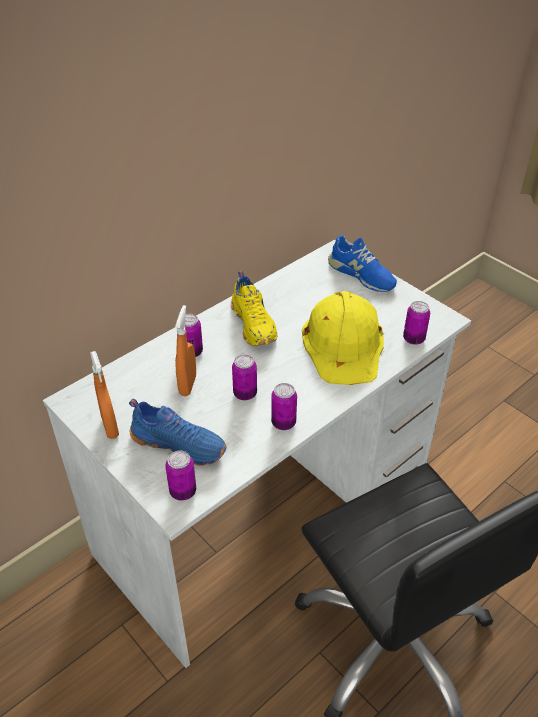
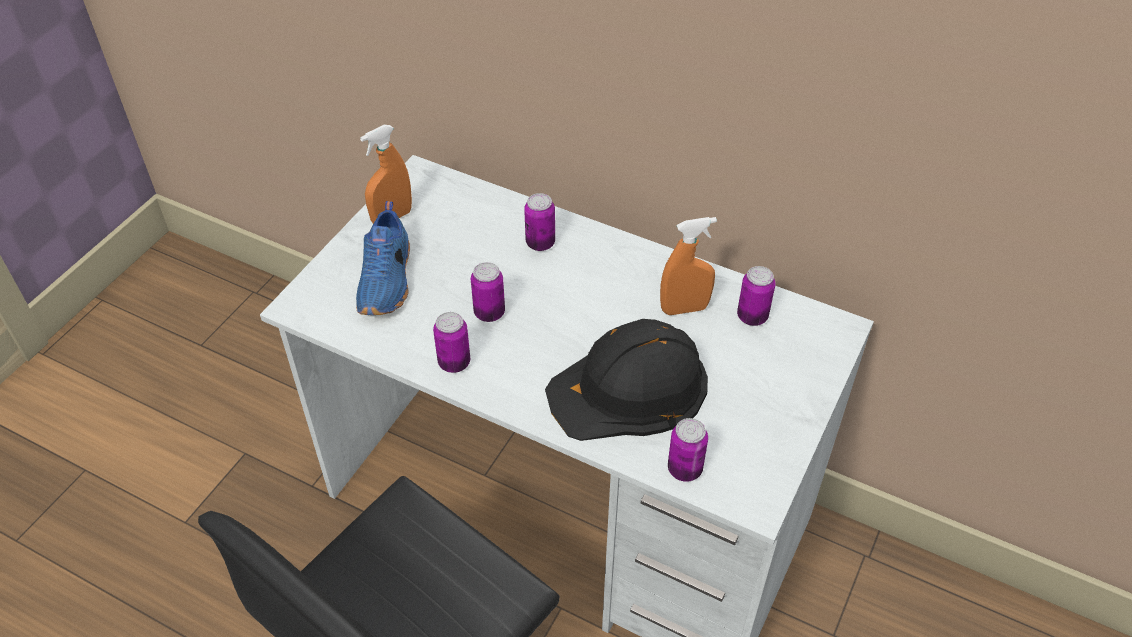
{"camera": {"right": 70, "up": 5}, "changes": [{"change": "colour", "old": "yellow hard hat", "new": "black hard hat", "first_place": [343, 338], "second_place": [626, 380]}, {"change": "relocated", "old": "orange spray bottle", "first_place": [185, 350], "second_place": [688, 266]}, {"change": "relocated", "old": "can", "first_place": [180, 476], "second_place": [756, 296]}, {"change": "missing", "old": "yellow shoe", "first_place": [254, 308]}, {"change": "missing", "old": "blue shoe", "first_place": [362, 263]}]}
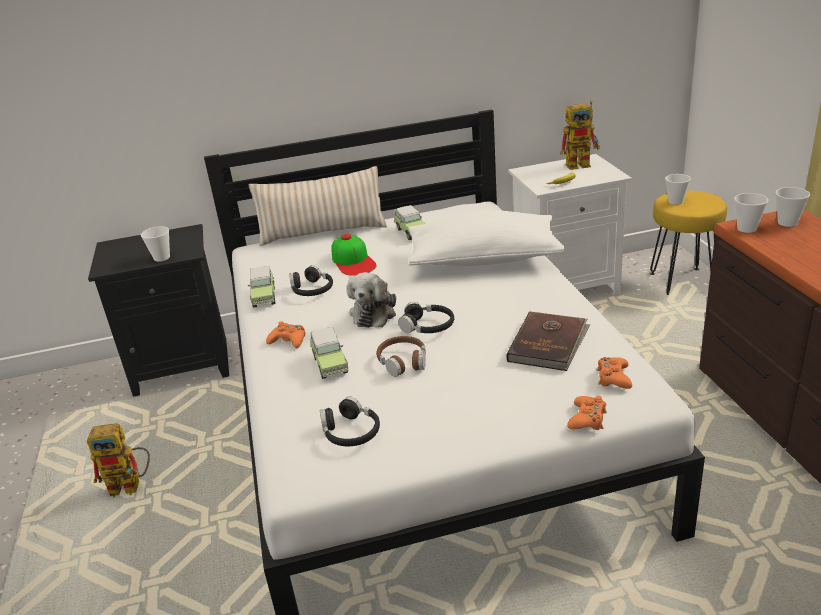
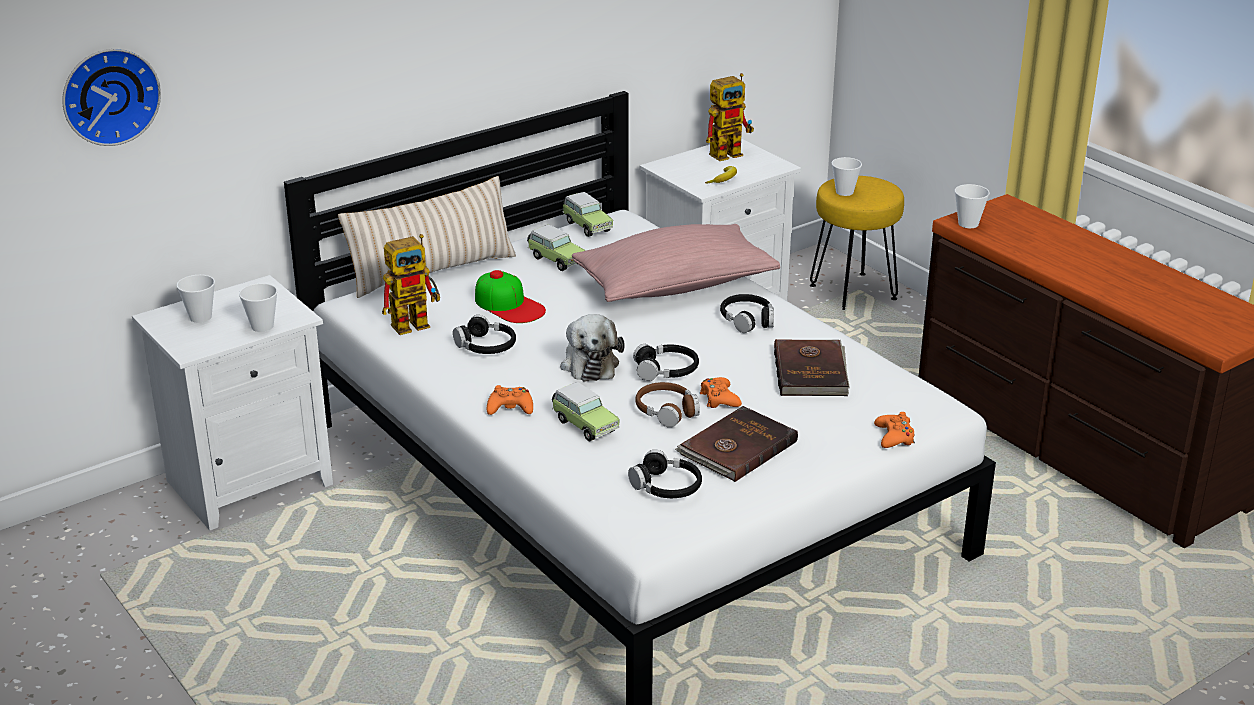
{"camera": {"right": -25, "up": 0}, "changes": [{"change": "appeared", "new": "wall clock", "second_place": [111, 97]}, {"change": "colour", "old": "black nightstand", "new": "white nightstand", "first_place": [158, 310], "second_place": [232, 402]}, {"change": "relocated", "old": "cup", "first_place": [792, 207], "second_place": [195, 299]}, {"change": "relocated", "old": "toy robot", "first_place": [118, 460], "second_place": [411, 284]}, {"change": "relocated", "old": "toy car", "first_place": [262, 287], "second_place": [587, 214]}, {"change": "colour", "old": "white pillow", "new": "pink pillow", "first_place": [487, 238], "second_place": [676, 263]}, {"change": "appeared", "new": "brown book", "second_place": [736, 444]}, {"change": "relocated", "old": "orange game controller", "first_place": [614, 373], "second_place": [721, 392]}, {"change": "appeared", "new": "black headphones", "second_place": [747, 313]}]}
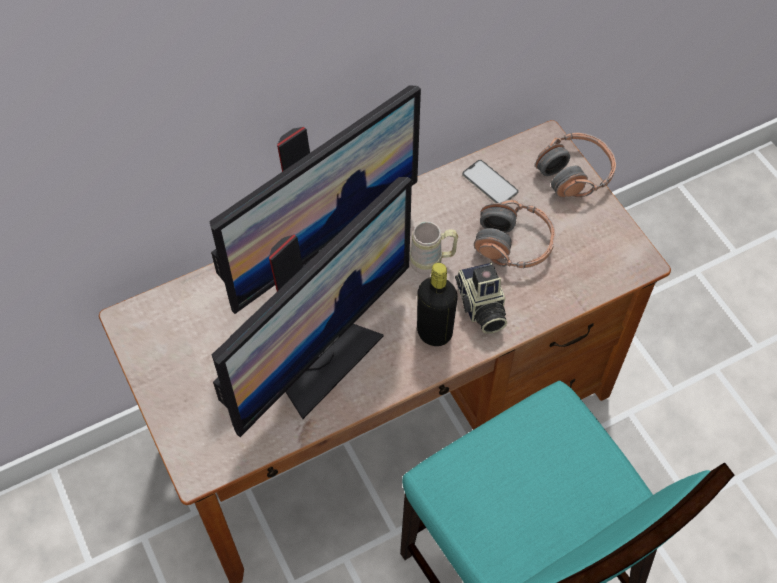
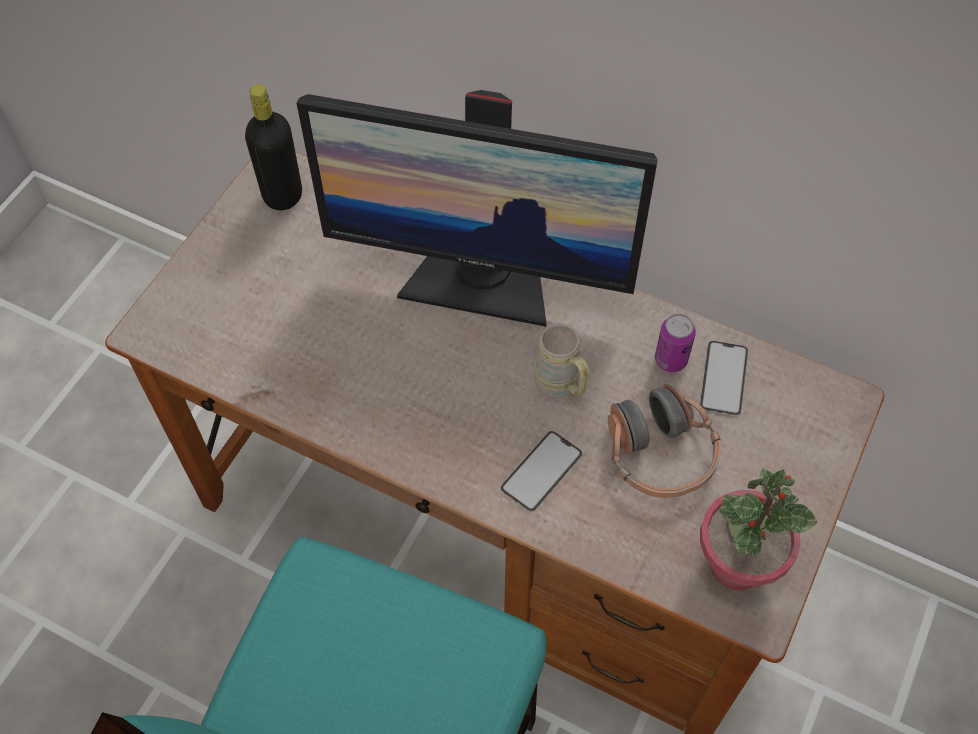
{"camera": {"right": 55, "up": 0}, "changes": [{"change": "relocated", "old": "black bottle", "first_place": [437, 304], "second_place": [273, 147]}, {"change": "exchanged", "old": "photo camera", "new": "phone", "first_place": [481, 298], "second_place": [541, 471]}, {"change": "appeared", "new": "can", "second_place": [675, 343]}, {"change": "appeared", "new": "potted plant", "second_place": [758, 529]}, {"change": "missing", "old": "monitor", "first_place": [312, 307]}, {"change": "missing", "old": "headphones", "first_place": [575, 165]}]}
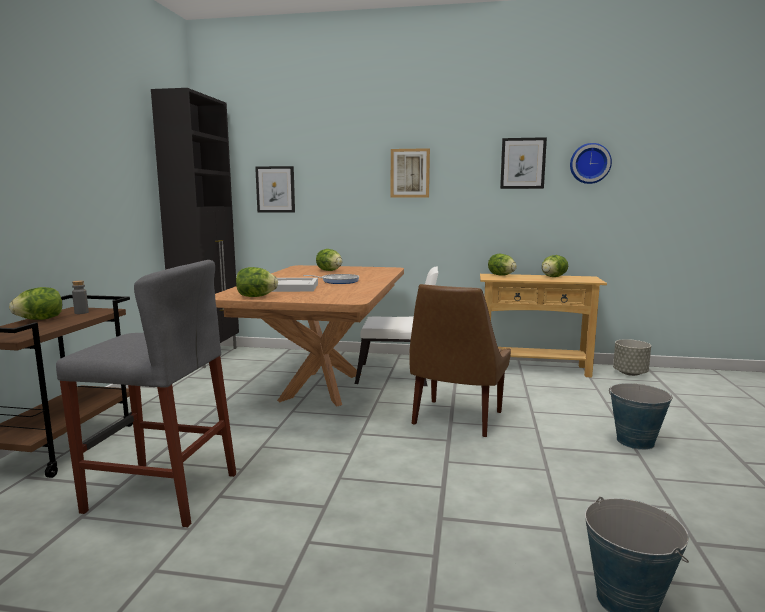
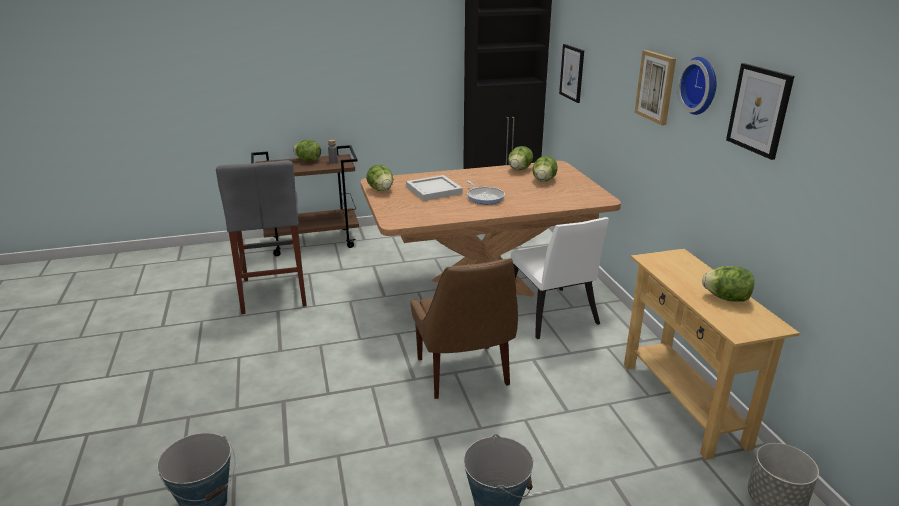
{"camera": {"right": 65, "up": 15}, "changes": [{"change": "spun", "old": "brown chair", "first_place": [460, 360], "second_place": [464, 328], "degrees": -105}, {"change": "relocated", "old": "lettuce", "first_place": [502, 265], "second_place": [520, 158]}, {"change": "relocated", "old": "wall clock", "first_place": [591, 163], "second_place": [696, 86]}]}
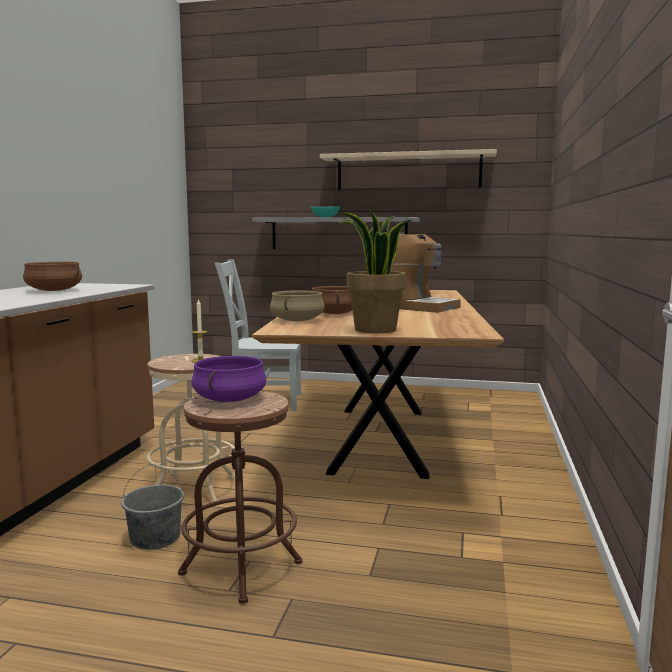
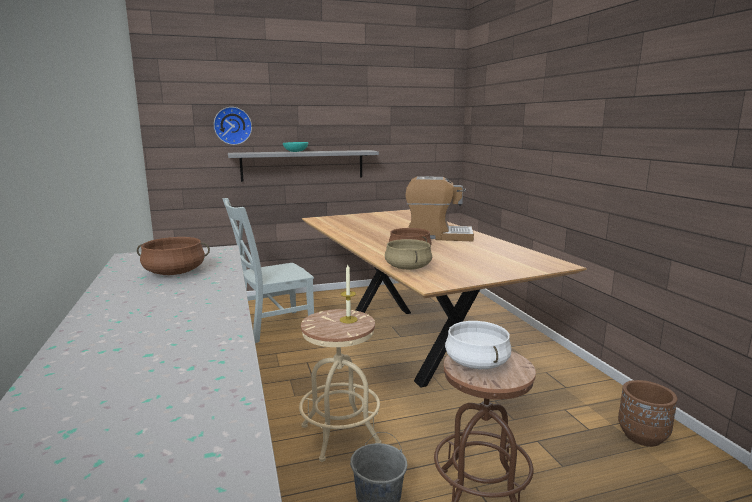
{"camera": {"right": -30, "up": 5}, "changes": [{"change": "appeared", "new": "wall clock", "second_place": [233, 126]}, {"change": "colour", "old": "purple cooking pot", "new": "white cooking pot", "first_place": [228, 379], "second_place": [478, 345]}, {"change": "appeared", "new": "brown planter", "second_place": [647, 413]}, {"change": "missing", "old": "beige shelf", "first_place": [408, 169]}, {"change": "missing", "old": "potted plant", "first_place": [376, 272]}]}
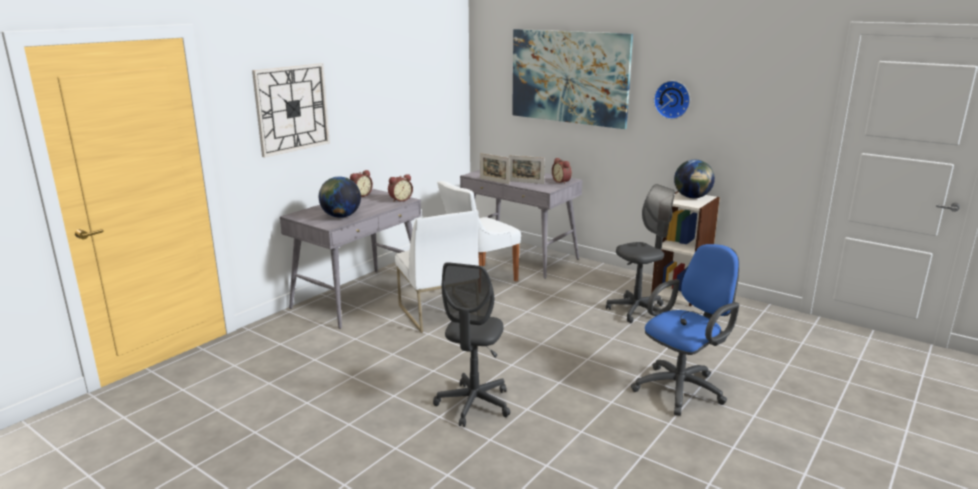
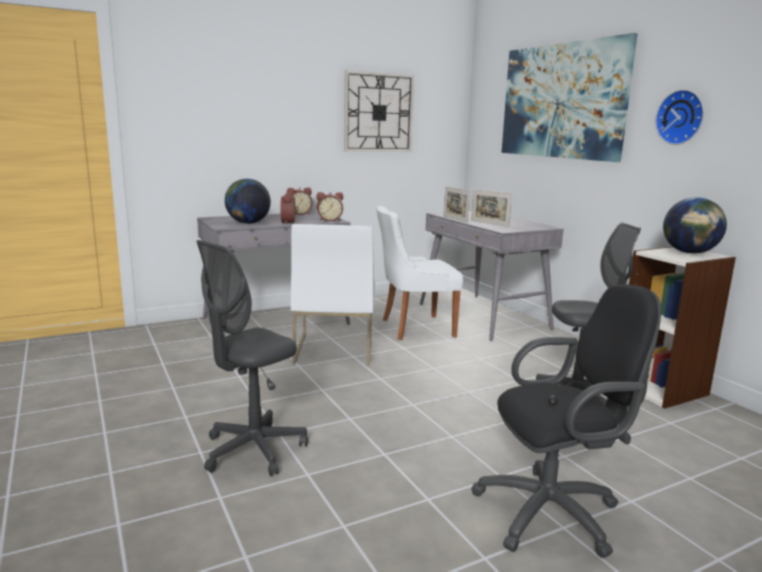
{"camera": {"right": 25, "up": -5}, "changes": [{"change": "relocated", "old": "alarm clock", "first_place": [562, 171], "second_place": [289, 208]}, {"change": "relocated", "old": "wall clock", "first_place": [291, 110], "second_place": [379, 111]}, {"change": "colour", "old": "blue office chair", "new": "black office chair", "first_place": [685, 330], "second_place": [566, 421]}]}
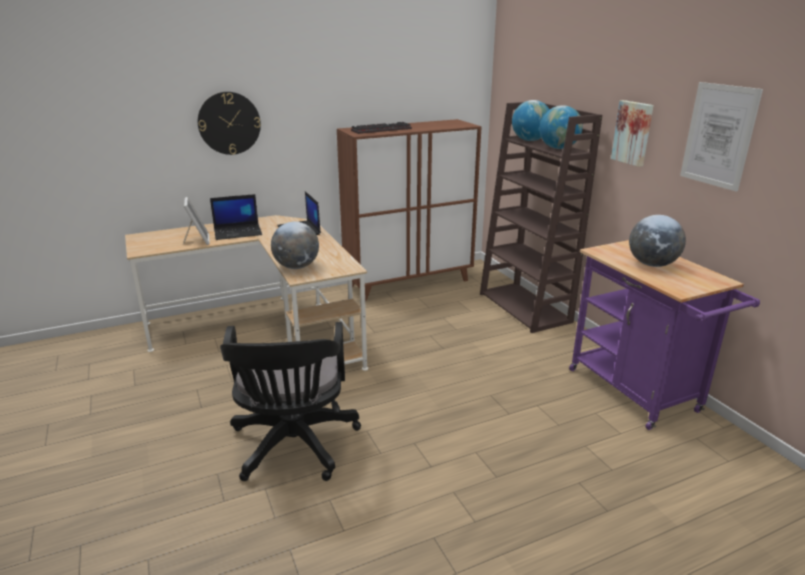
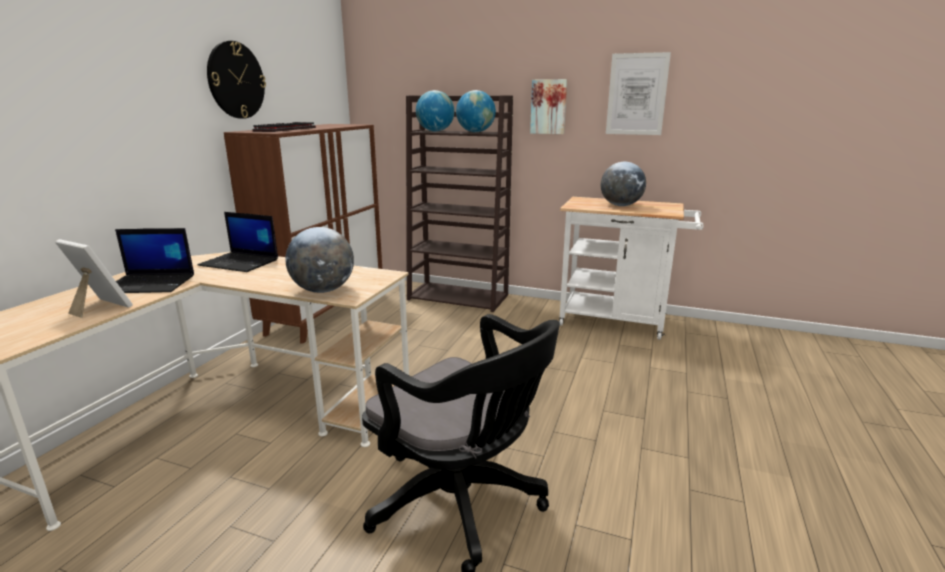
{"camera": {"right": -45, "up": -5}, "changes": [{"change": "spun", "old": "laptop", "first_place": [236, 217], "second_place": [154, 260], "degrees": 60}, {"change": "relocated", "old": "wall clock", "first_place": [229, 123], "second_place": [236, 80]}, {"change": "colour", "old": "purple cart", "new": "white cart", "first_place": [664, 335], "second_place": [631, 268]}]}
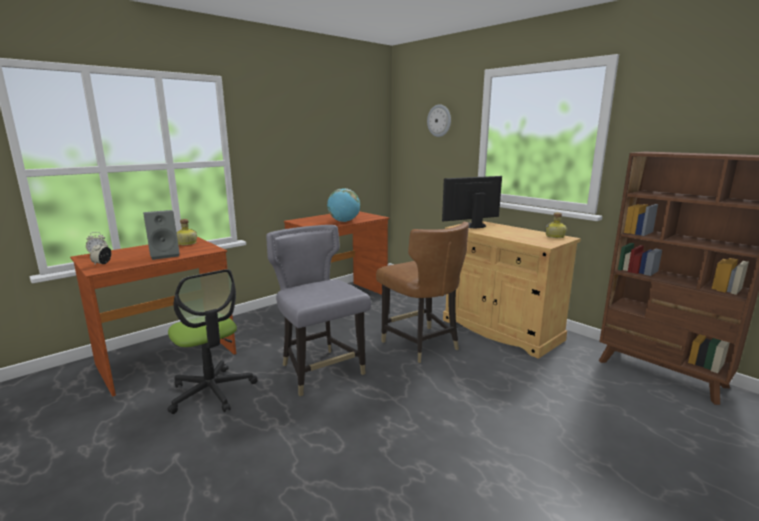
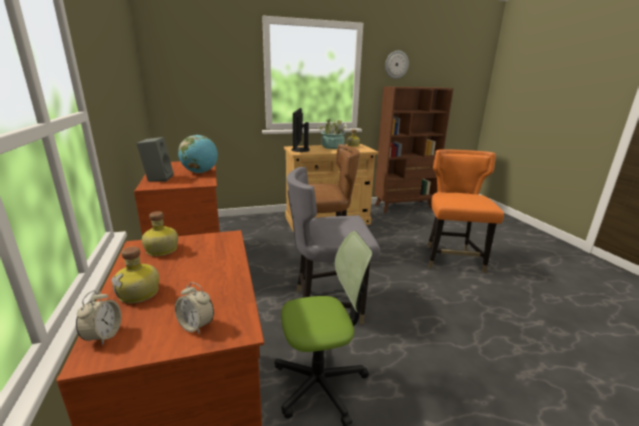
{"camera": {"right": -65, "up": 5}, "changes": [{"change": "appeared", "new": "bottle", "second_place": [135, 275]}, {"change": "relocated", "old": "grey speaker", "first_place": [161, 235], "second_place": [155, 159]}, {"change": "appeared", "new": "potted plant", "second_place": [332, 134]}, {"change": "relocated", "old": "wall clock", "first_place": [439, 120], "second_place": [397, 64]}, {"change": "appeared", "new": "orange chair", "second_place": [465, 211]}]}
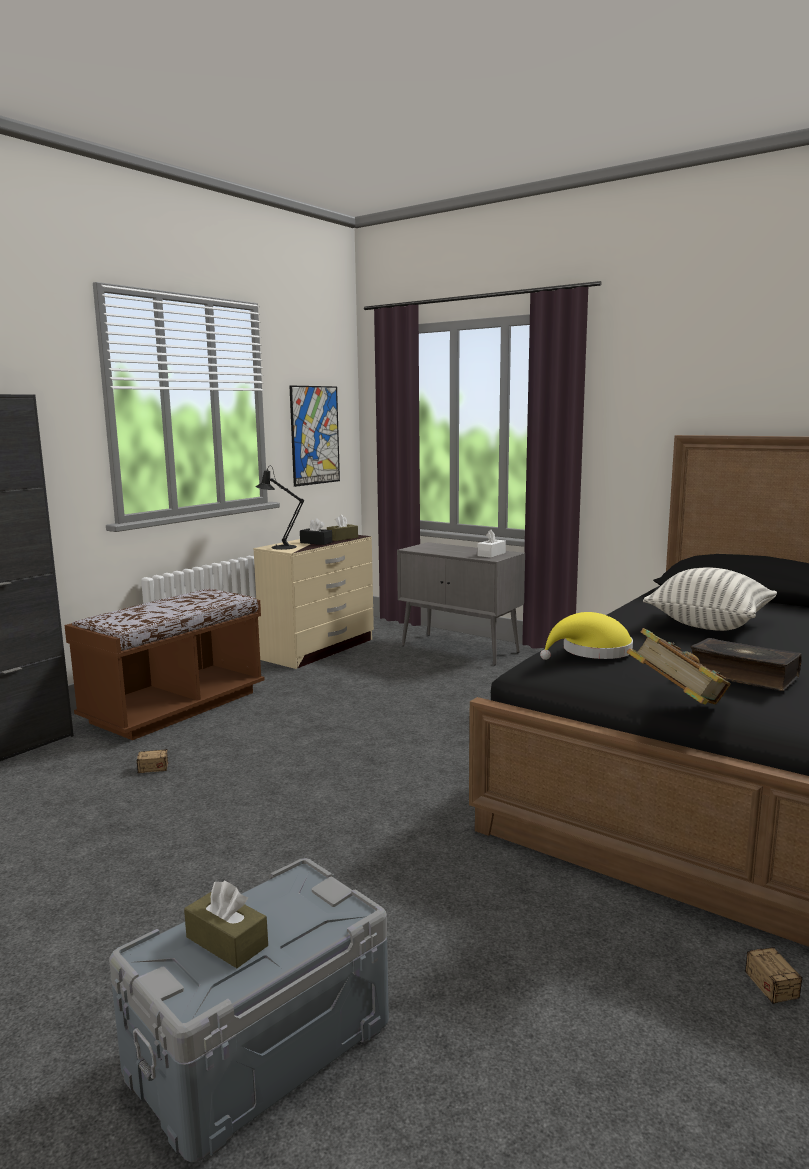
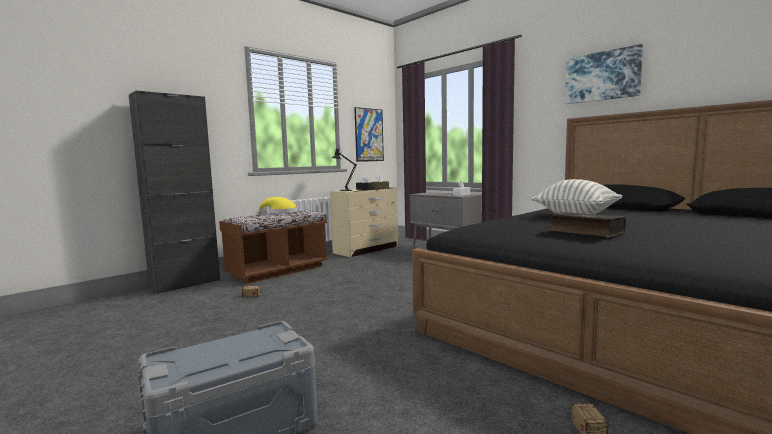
{"camera": {"right": 10, "up": -5}, "changes": [{"change": "relocated", "old": "yellow hat", "first_place": [586, 636], "second_place": [277, 205]}, {"change": "appeared", "new": "picture", "second_place": [604, 74]}, {"change": "missing", "old": "brown tissue box", "first_place": [226, 924]}, {"change": "missing", "old": "book", "first_place": [678, 666]}]}
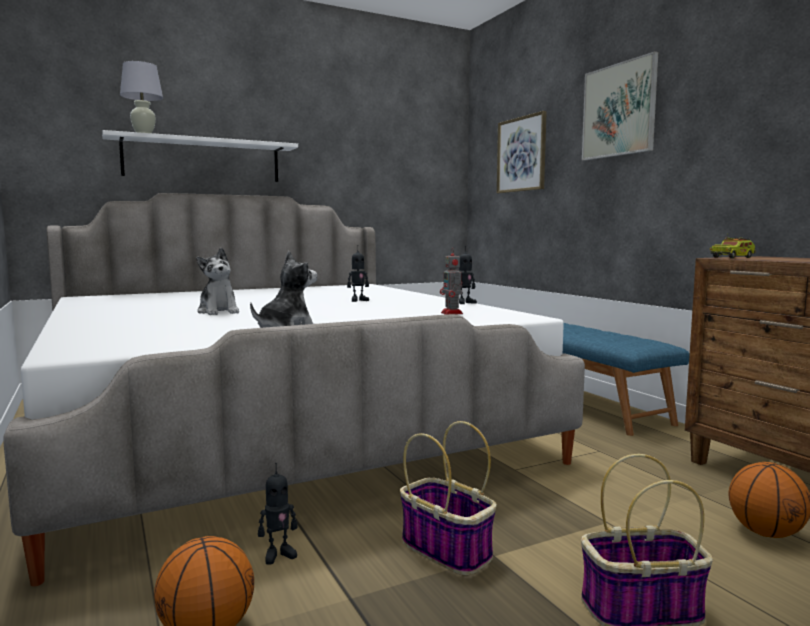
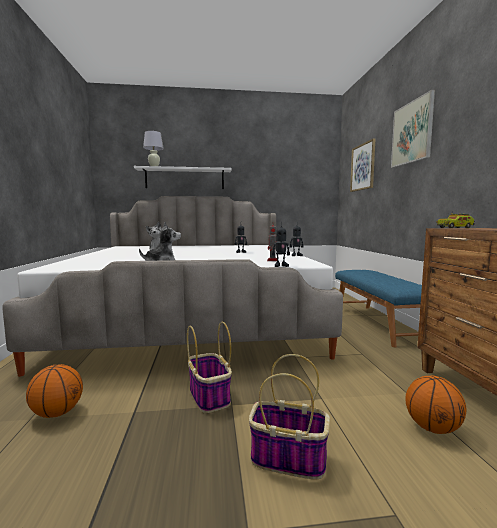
{"camera": {"right": 20, "up": 0}, "changes": [{"change": "relocated", "old": "toy robot", "first_place": [277, 513], "second_place": [281, 244]}]}
